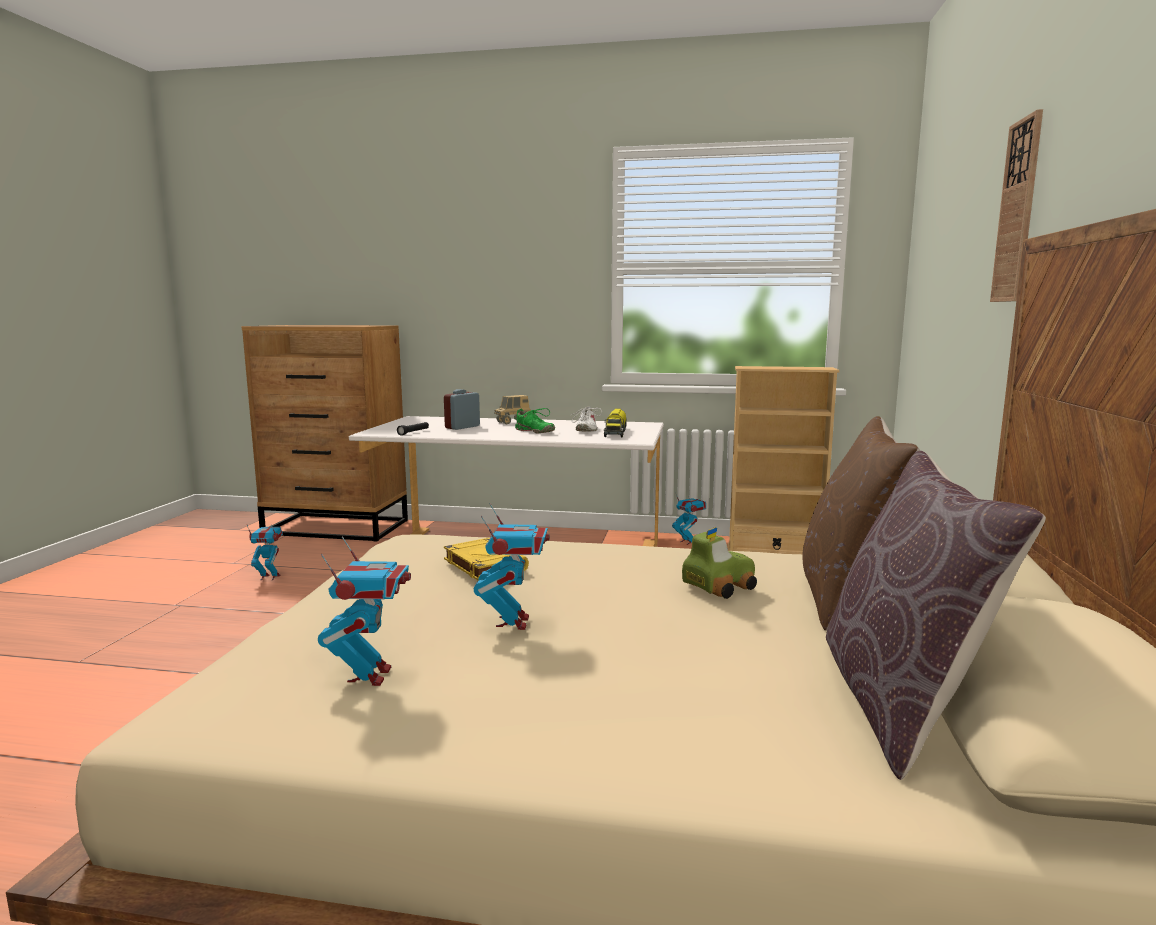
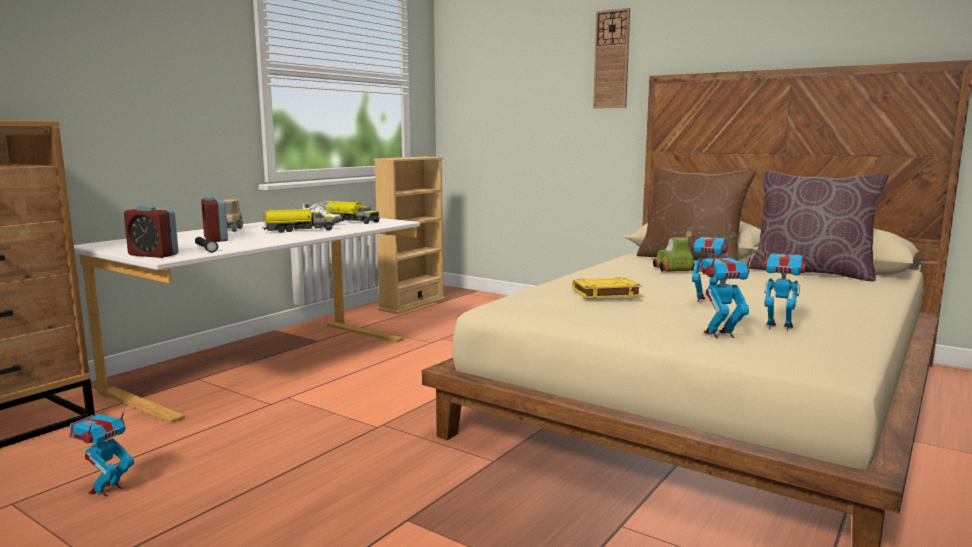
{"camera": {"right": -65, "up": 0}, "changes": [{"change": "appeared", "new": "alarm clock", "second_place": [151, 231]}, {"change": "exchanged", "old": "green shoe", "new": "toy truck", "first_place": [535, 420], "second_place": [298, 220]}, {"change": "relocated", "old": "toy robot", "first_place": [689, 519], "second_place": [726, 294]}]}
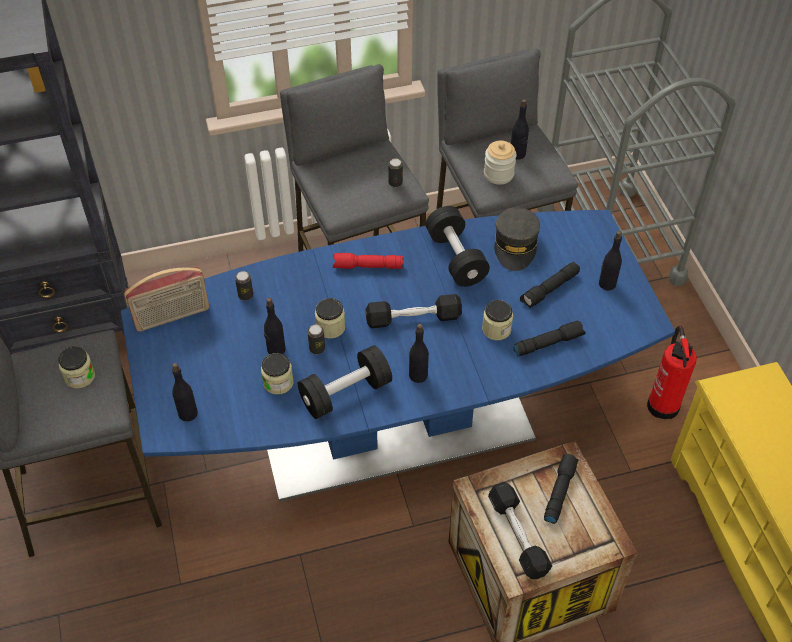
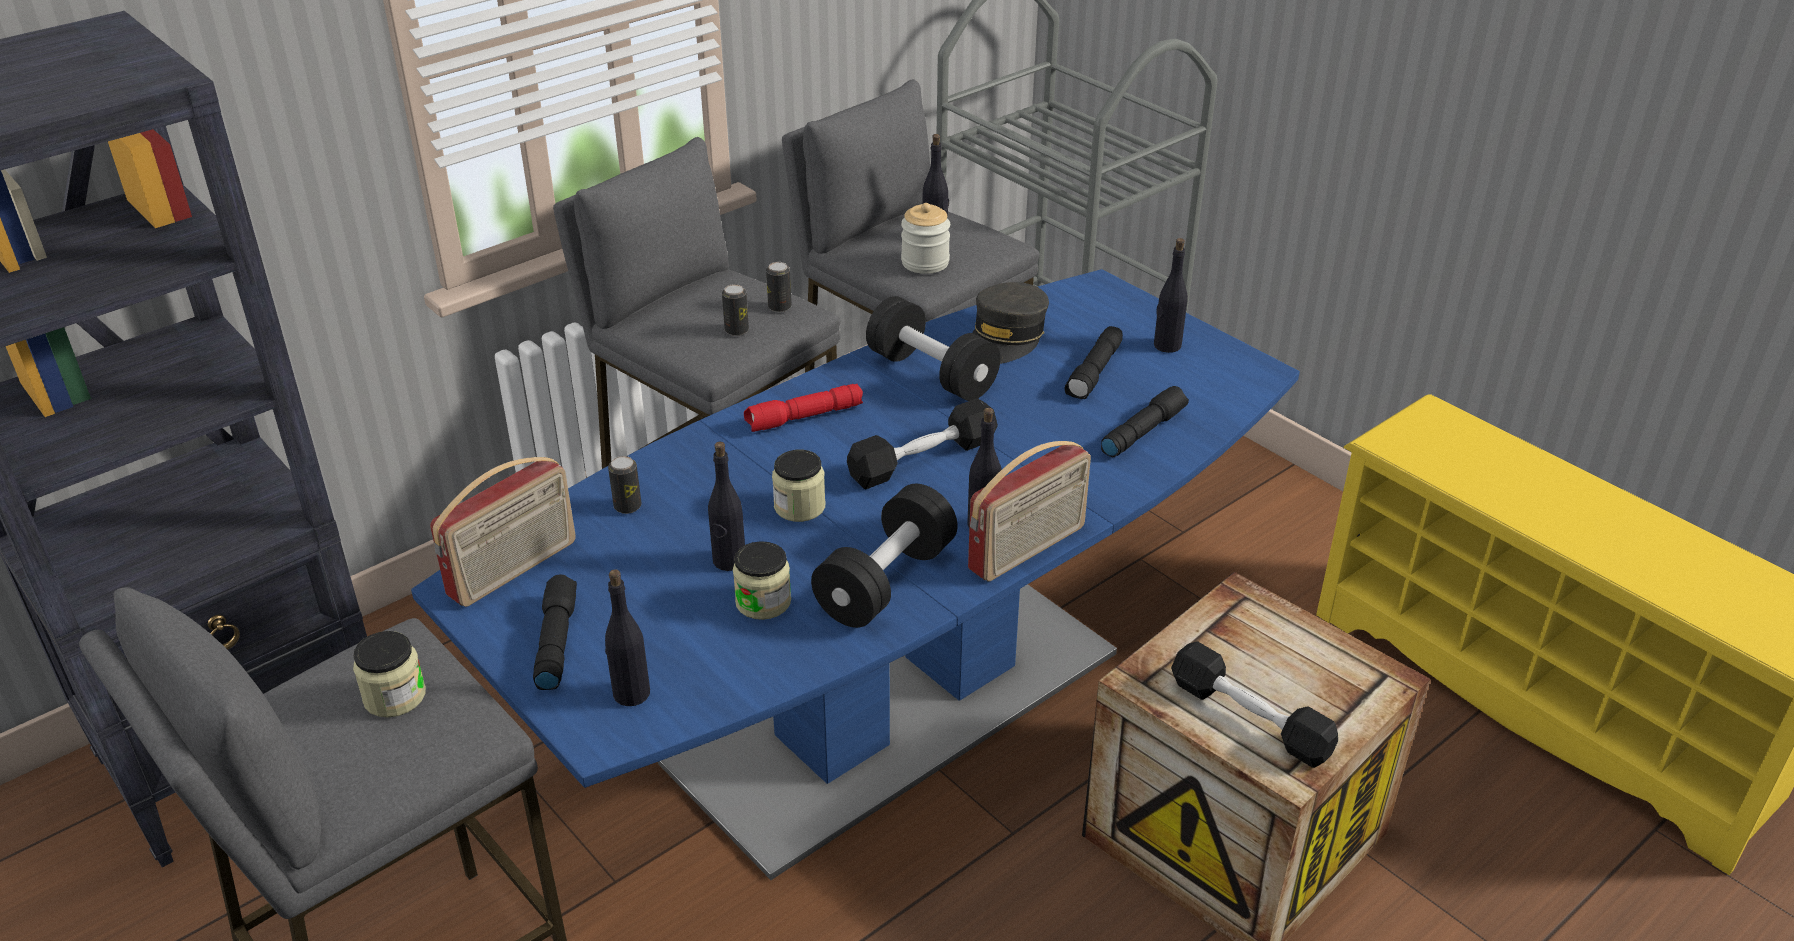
{"camera": {"right": -25, "up": -15}, "changes": [{"change": "relocated", "old": "black flashlight", "first_place": [561, 489], "second_place": [555, 632]}, {"change": "relocated", "old": "can", "first_place": [316, 339], "second_place": [735, 310]}, {"change": "appeared", "new": "radio", "second_place": [1029, 511]}, {"change": "spun", "old": "grey cap", "first_place": [517, 239], "second_place": [1010, 323], "degrees": 45}, {"change": "missing", "old": "jar", "first_place": [497, 320]}, {"change": "missing", "old": "fire extinguisher", "first_place": [672, 372]}]}
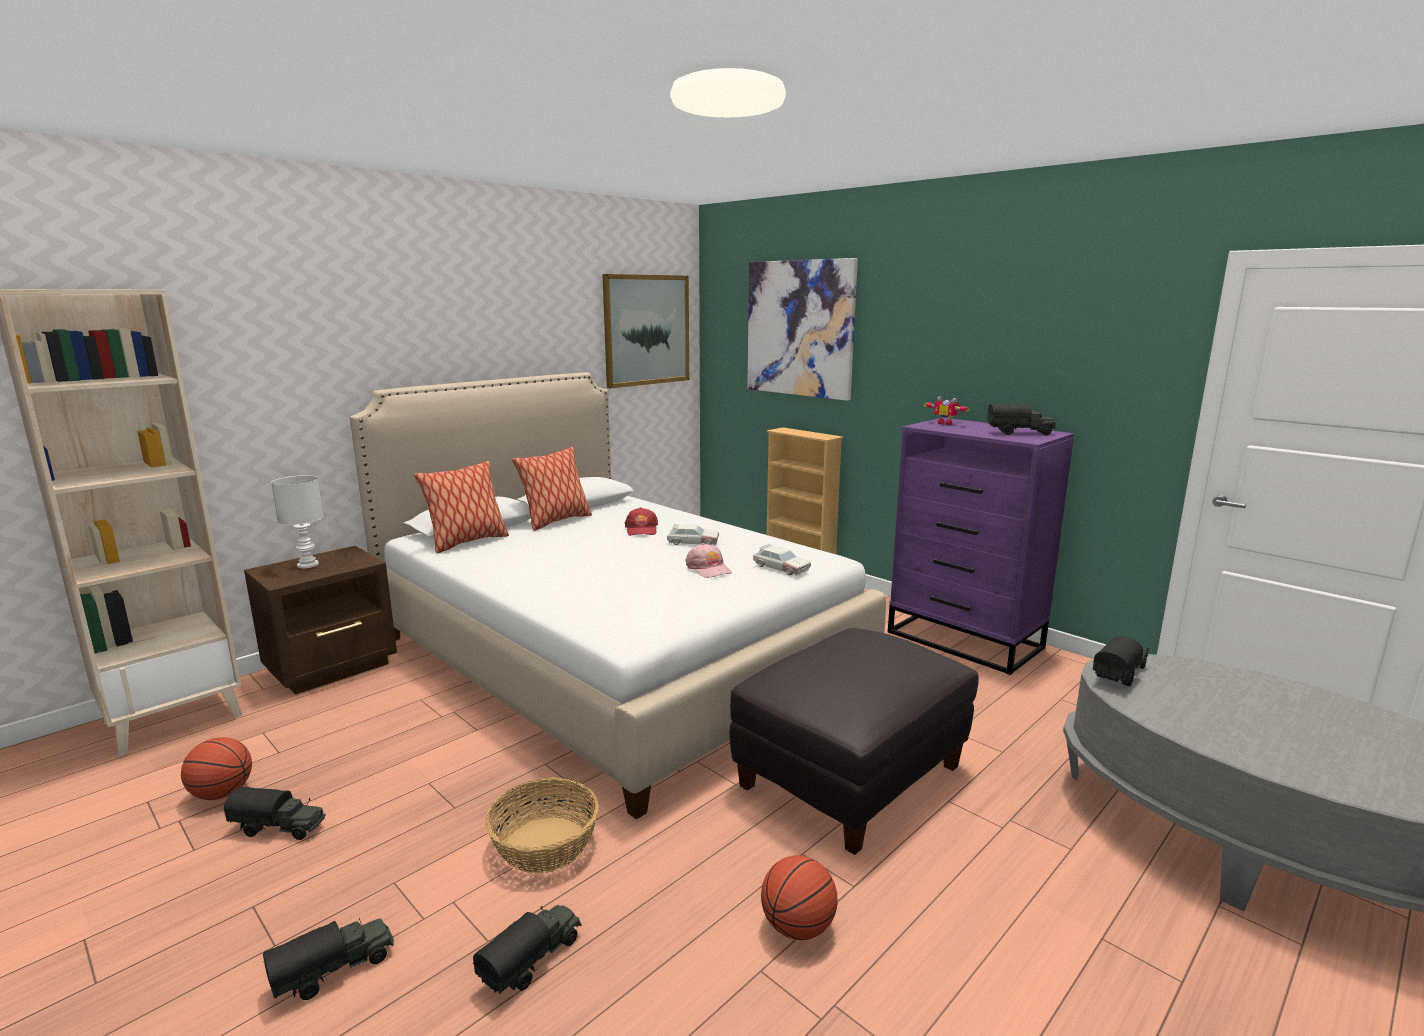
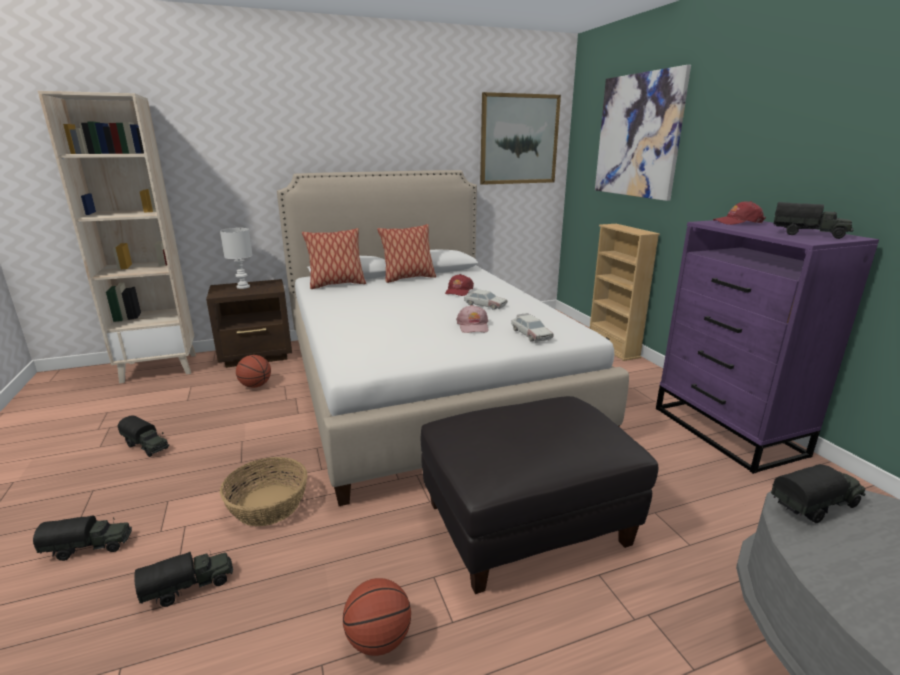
{"camera": {"right": 25, "up": 5}, "changes": [{"change": "relocated", "old": "basketball", "first_place": [216, 768], "second_place": [253, 371]}, {"change": "exchanged", "old": "toy robot", "new": "red cap", "first_place": [947, 410], "second_place": [739, 213]}]}
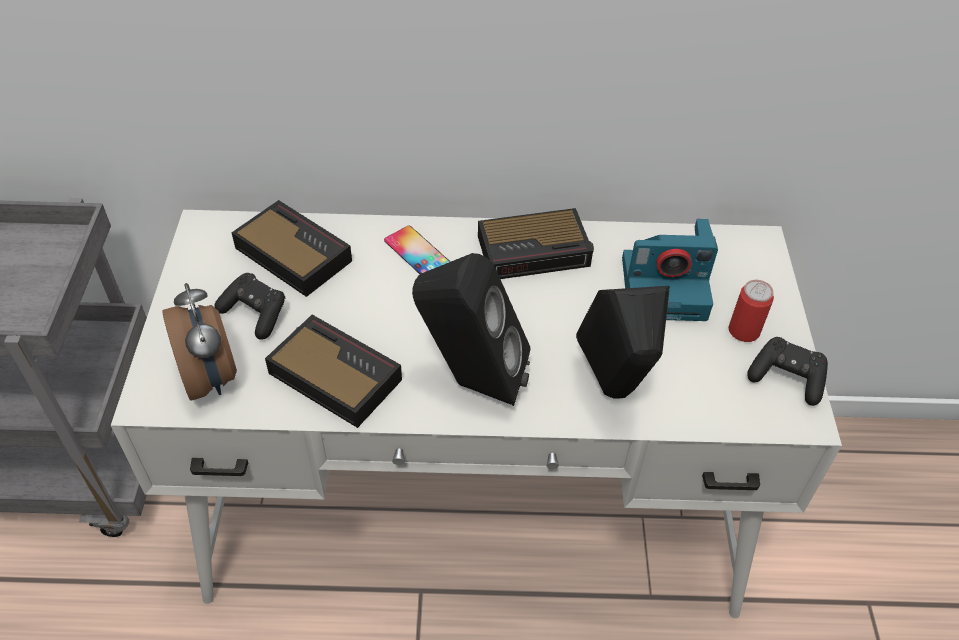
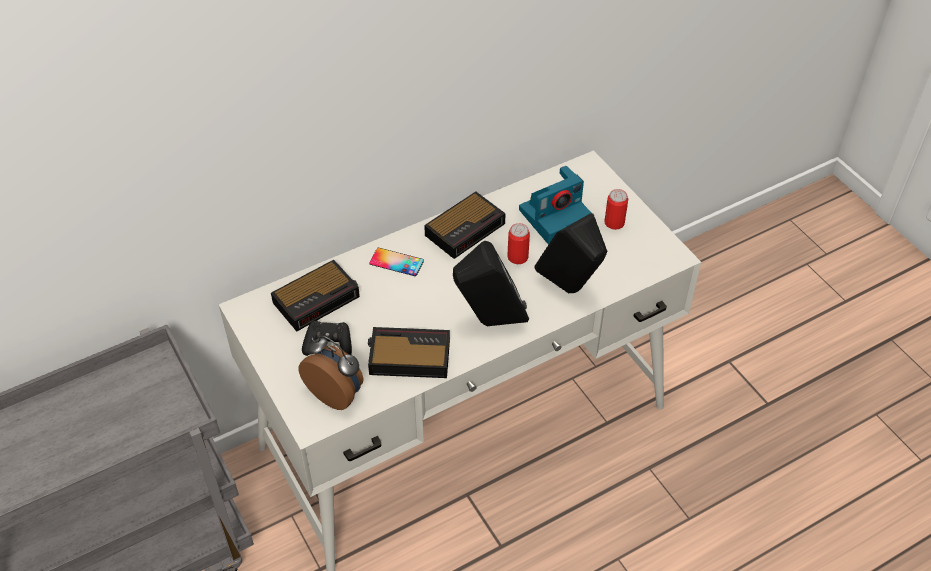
{"camera": {"right": -30, "up": 0}, "changes": [{"change": "spun", "old": "alarm clock", "first_place": [291, 248], "second_place": [315, 295], "degrees": 135}, {"change": "appeared", "new": "can", "second_place": [518, 243]}, {"change": "missing", "old": "black game controller", "first_place": [787, 371]}]}
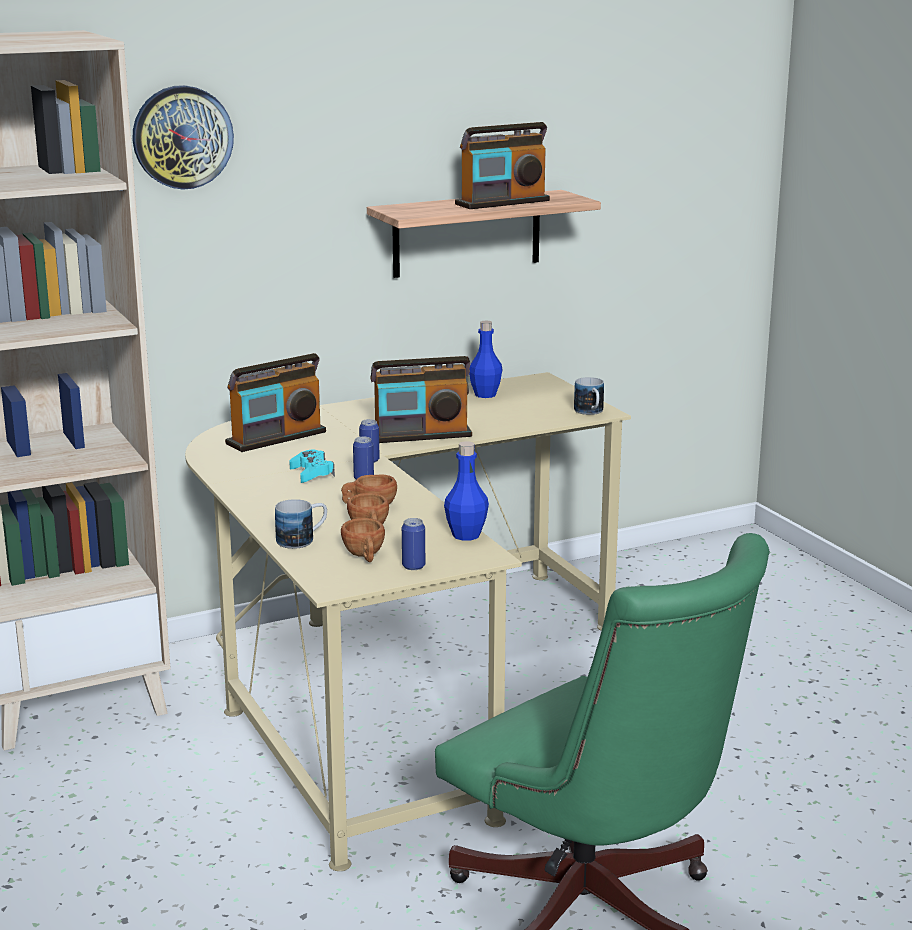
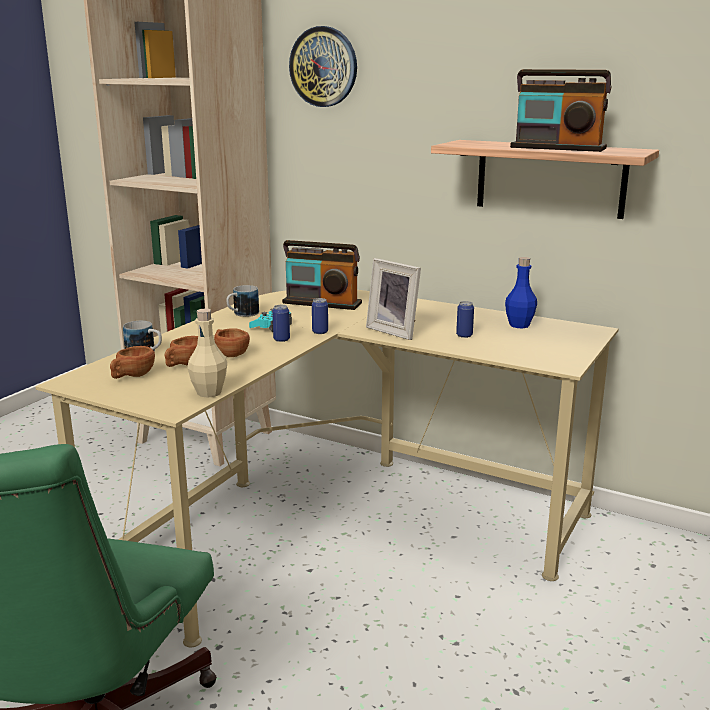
{"camera": {"right": 55, "up": 0}, "changes": [{"change": "colour", "old": "blue bottle", "new": "beige bottle", "first_place": [466, 491], "second_place": [207, 353]}, {"change": "relocated", "old": "mug", "first_place": [589, 396], "second_place": [242, 301]}, {"change": "exchanged", "old": "radio", "new": "picture frame", "first_place": [421, 399], "second_place": [393, 299]}, {"change": "relocated", "old": "can", "first_place": [413, 544], "second_place": [465, 319]}]}
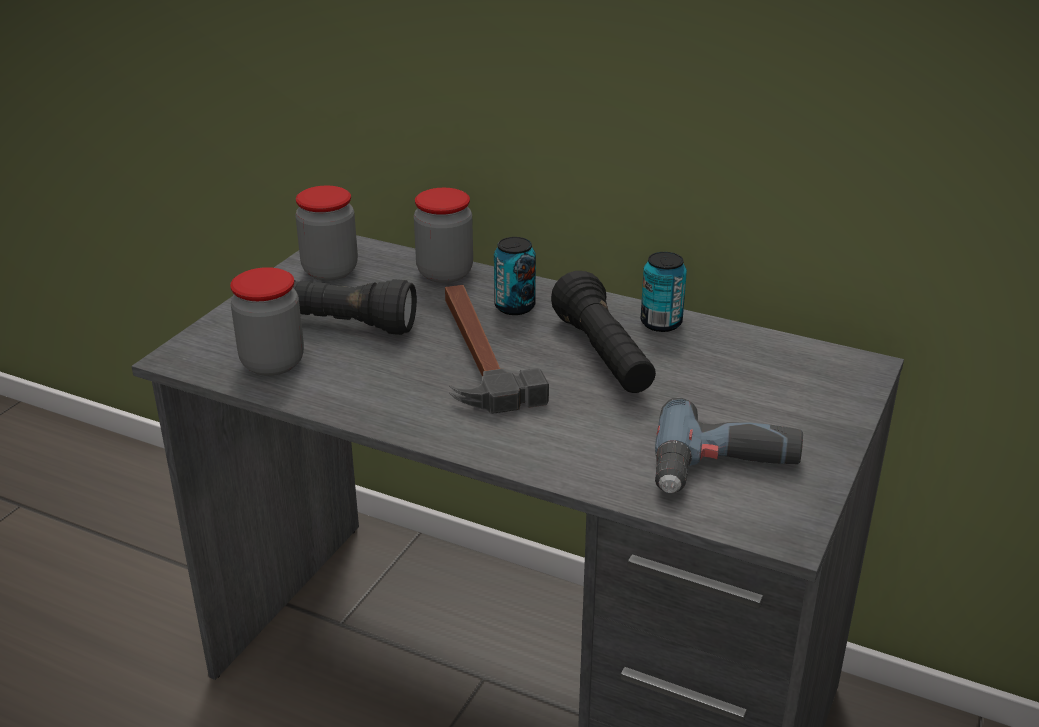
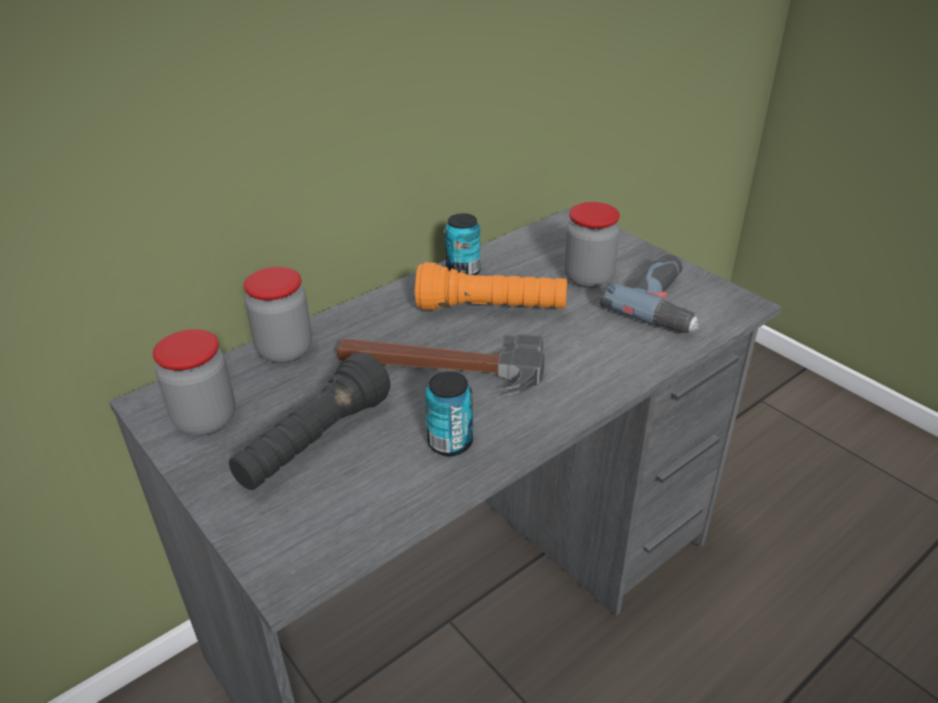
{"camera": {"right": -65, "up": 5}, "changes": [{"change": "colour", "old": "black flashlight", "new": "orange flashlight", "first_place": [603, 332], "second_place": [491, 286]}, {"change": "relocated", "old": "can", "first_place": [515, 276], "second_place": [449, 413]}, {"change": "relocated", "old": "jar", "first_place": [267, 321], "second_place": [592, 245]}]}
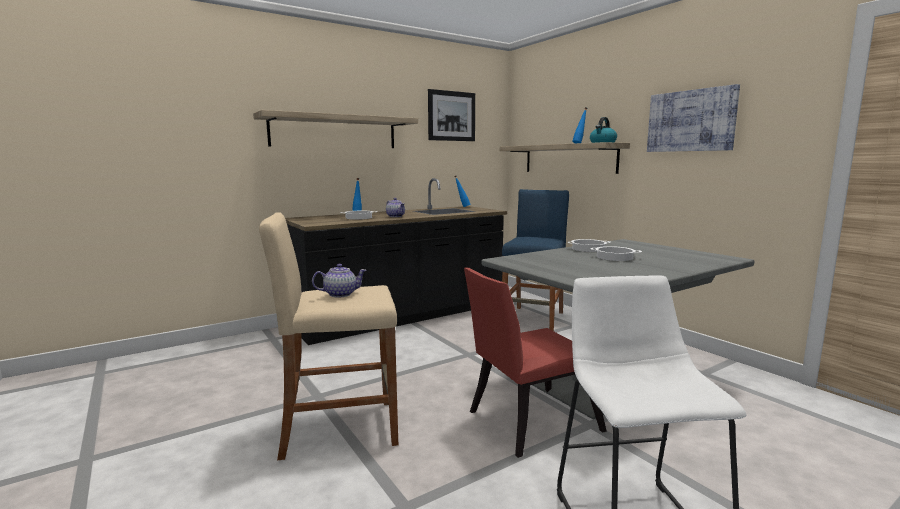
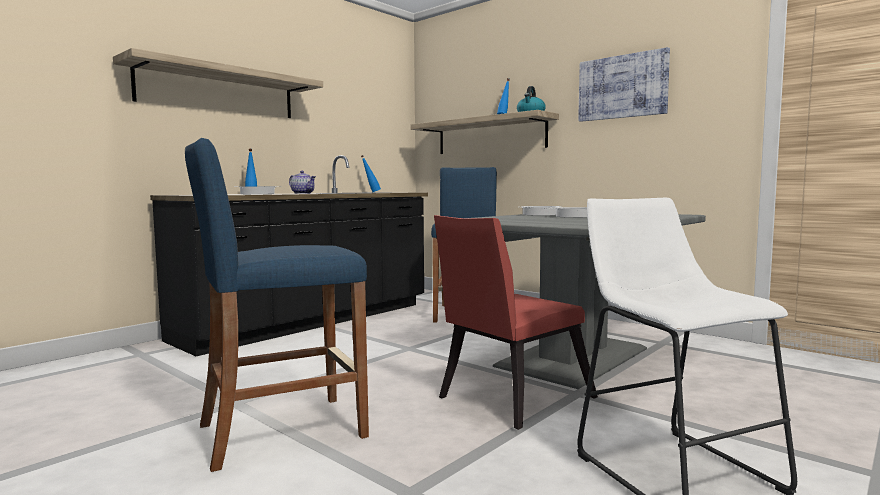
{"camera": {"right": -15, "up": -5}, "changes": [{"change": "colour", "old": "beige stool", "new": "blue stool", "first_place": [328, 336], "second_place": [277, 305]}, {"change": "missing", "old": "teapot", "first_place": [339, 281]}, {"change": "missing", "old": "picture", "first_place": [451, 115]}]}
